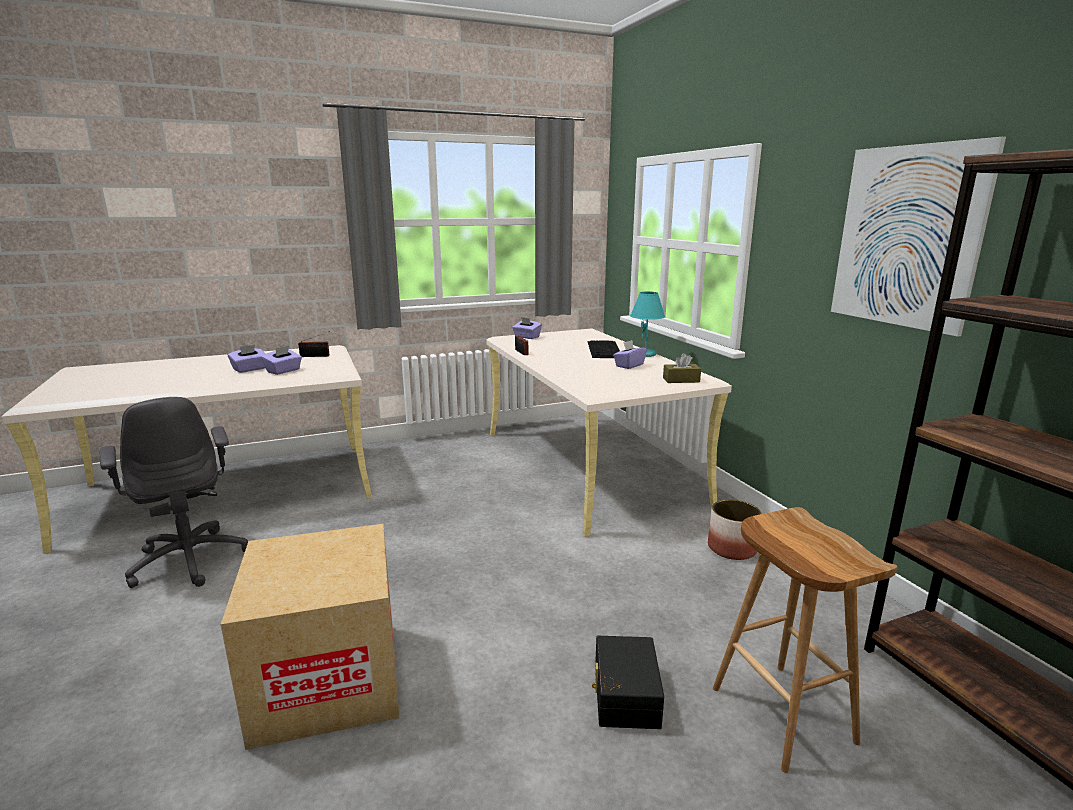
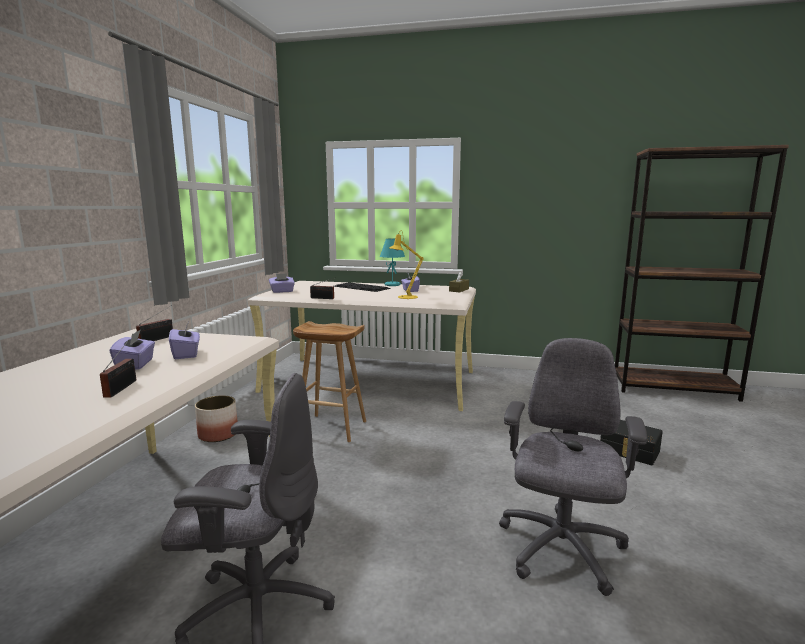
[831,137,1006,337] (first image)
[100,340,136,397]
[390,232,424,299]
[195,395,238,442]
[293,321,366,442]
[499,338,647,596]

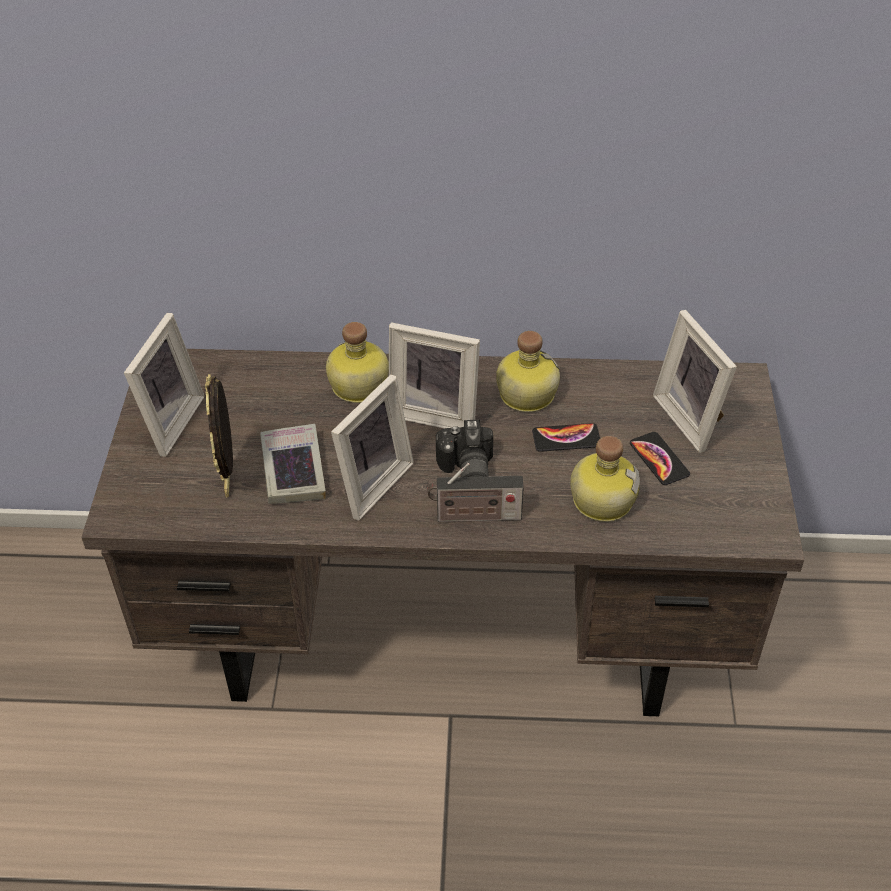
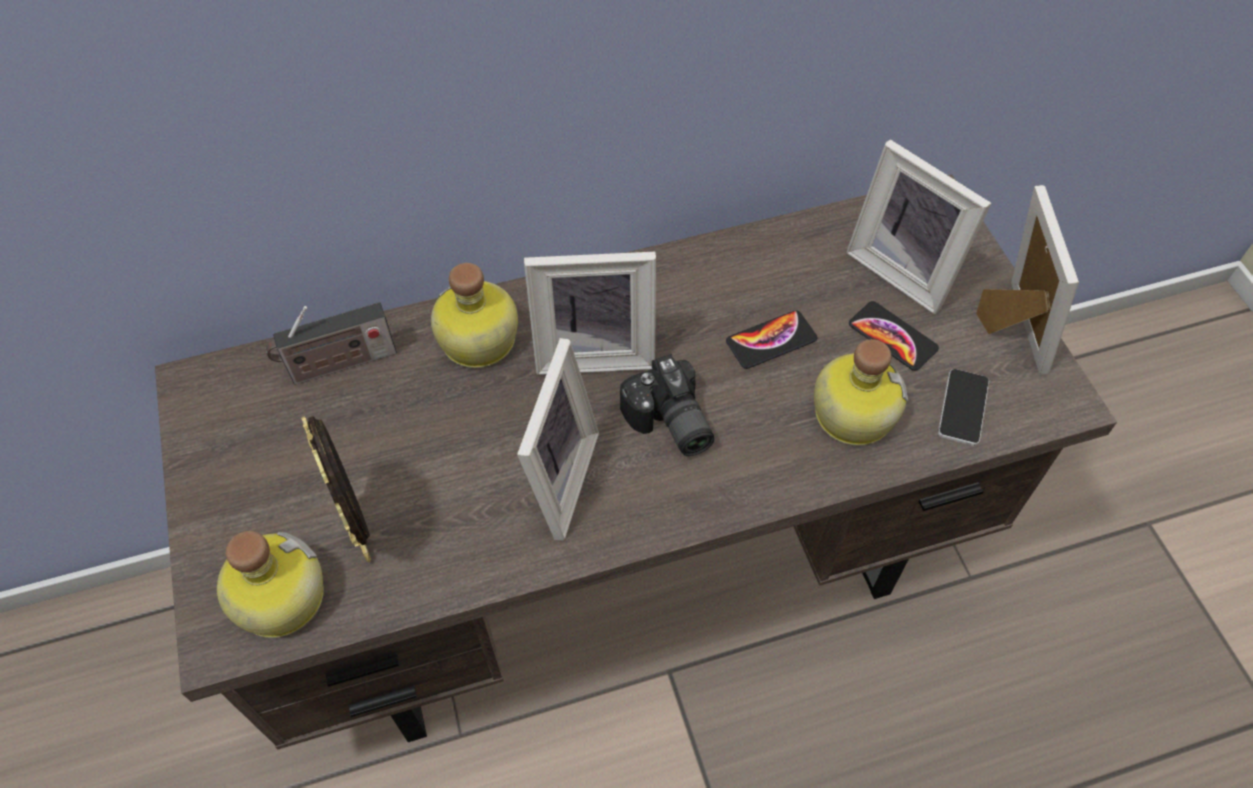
[260,424,326,504] (first image)
[938,369,989,446]
[976,185,1079,375]
[266,302,397,385]
[217,531,324,638]

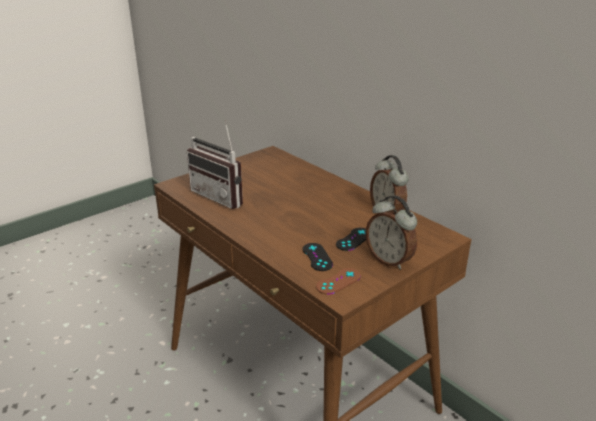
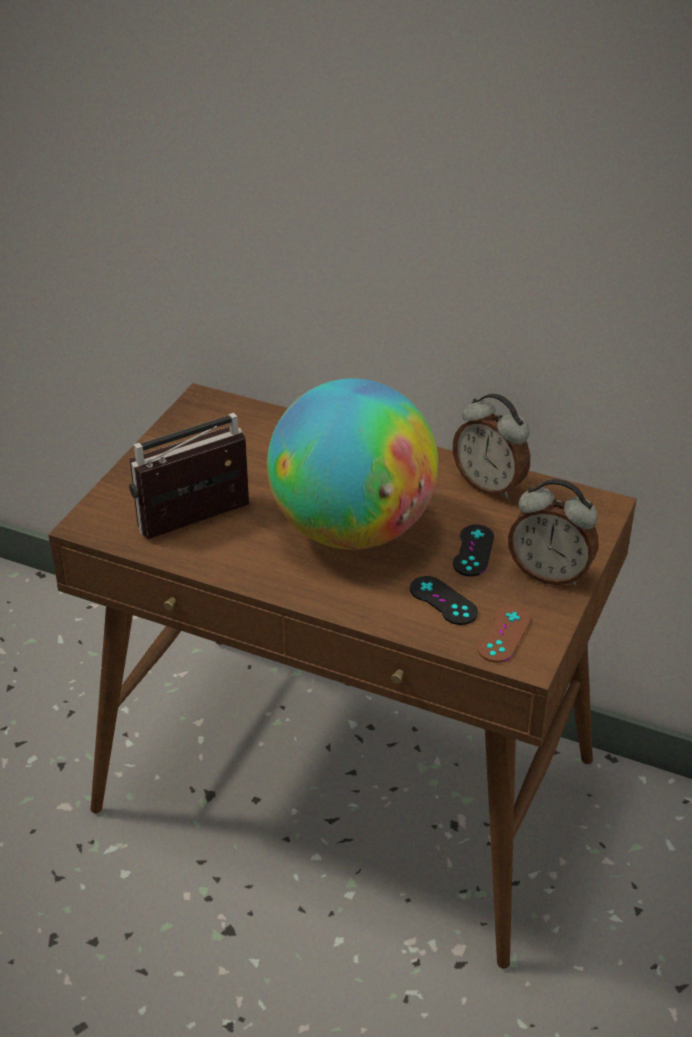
[267,378,438,550]
[129,413,249,539]

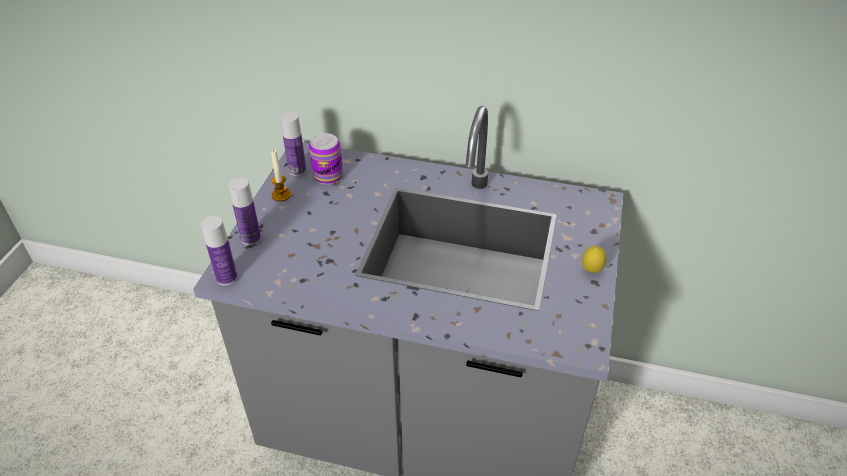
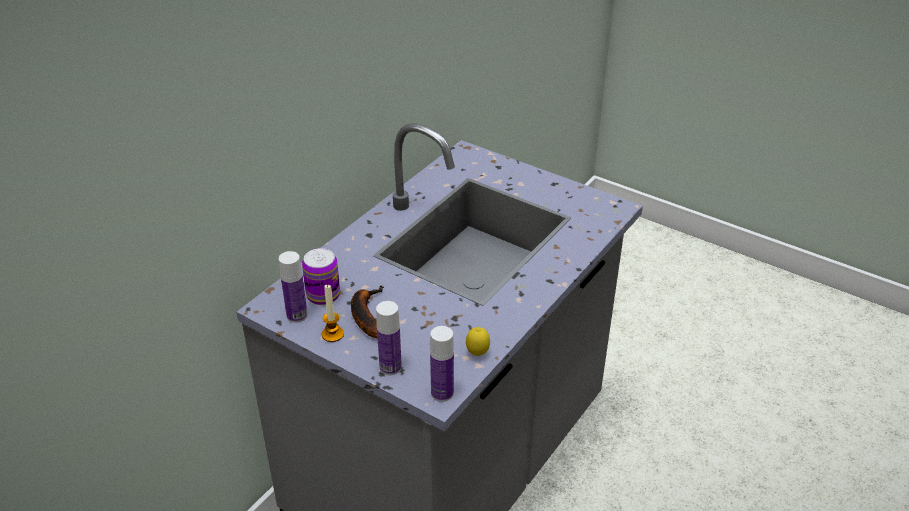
[351,285,384,338]
[466,327,490,356]

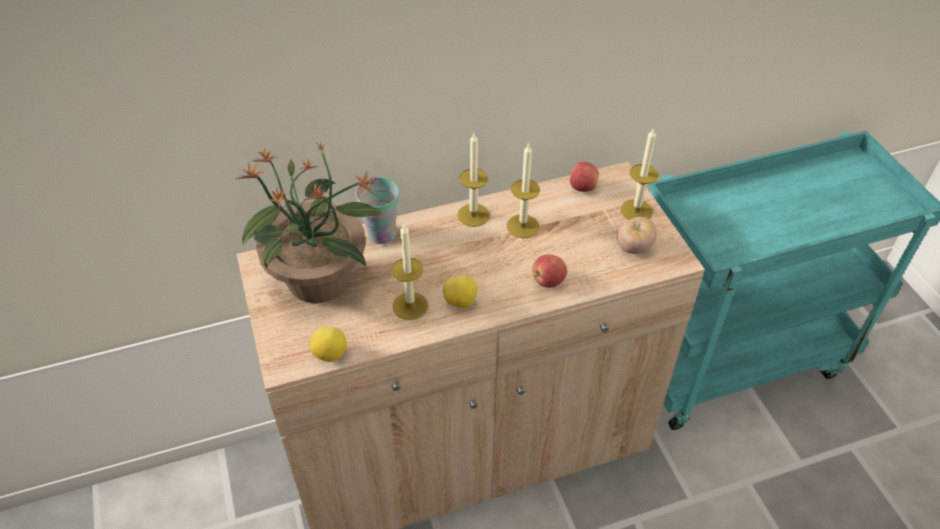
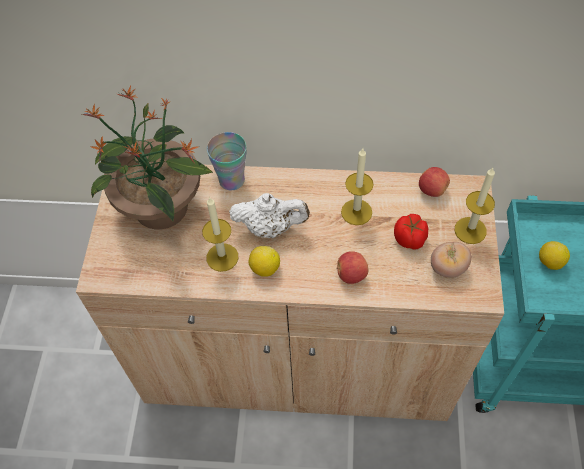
[457,133,490,227] (first image)
[229,193,310,238]
[394,214,428,250]
[539,241,570,270]

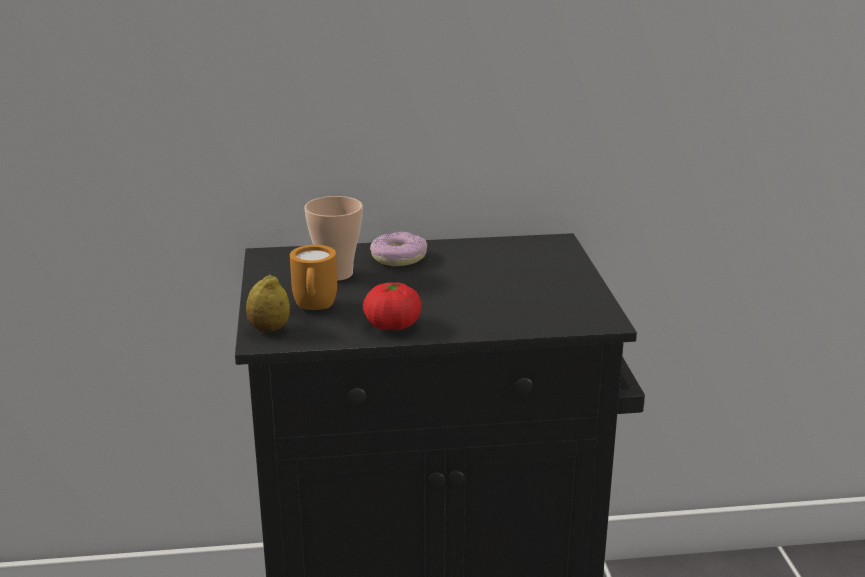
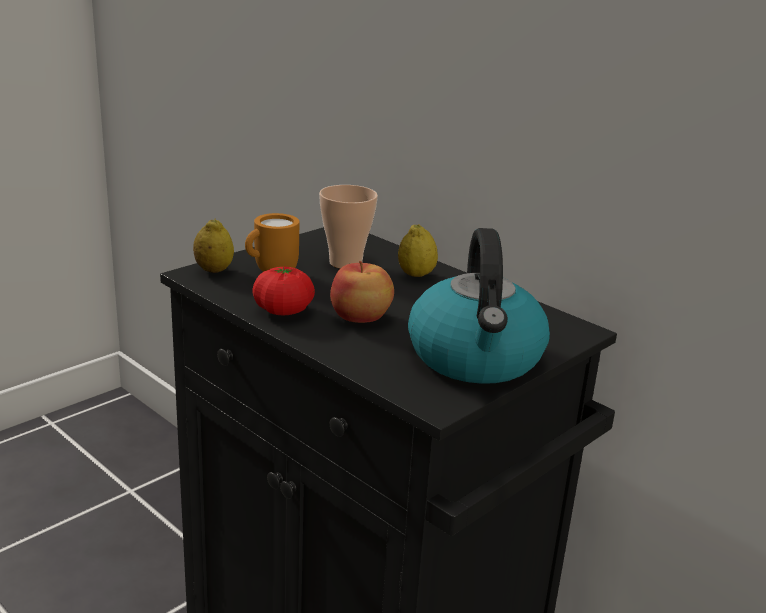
[330,261,394,323]
[408,228,550,384]
[398,224,438,277]

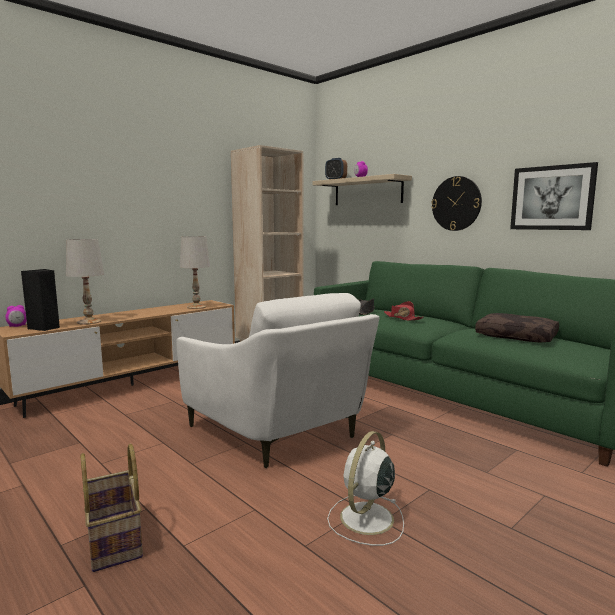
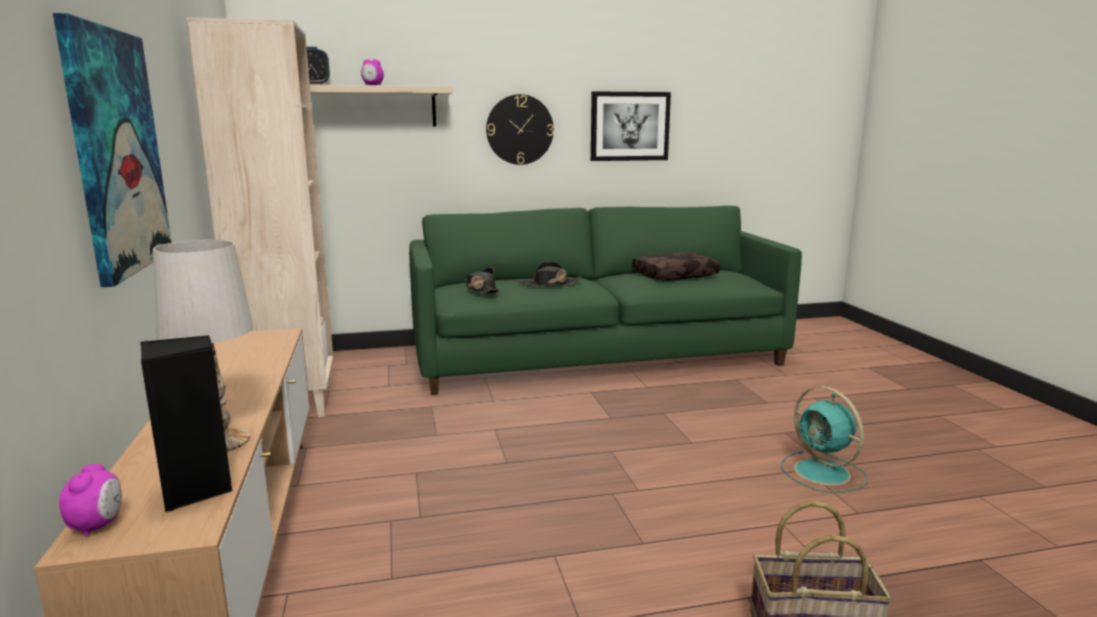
[176,293,379,468] (first image)
[180,236,210,309] (first image)
[53,13,172,287]
[781,386,868,493]
[519,261,582,286]

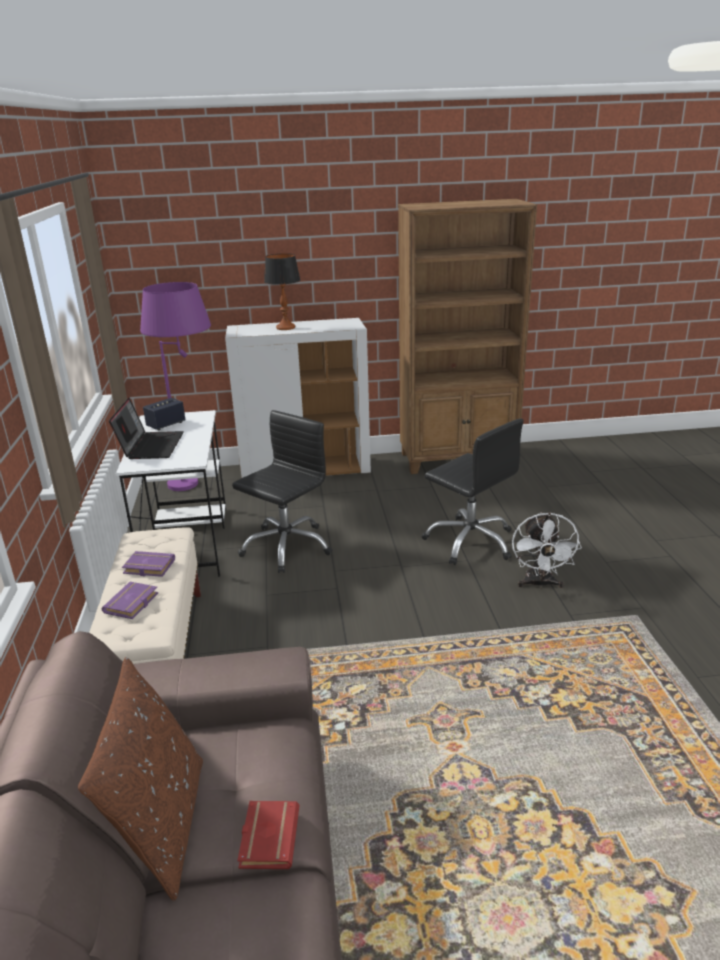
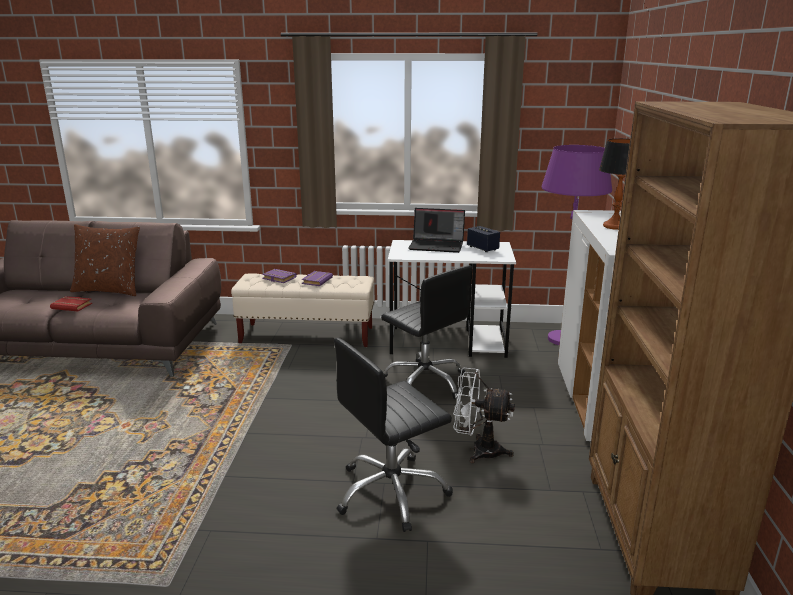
[453,368,515,463]

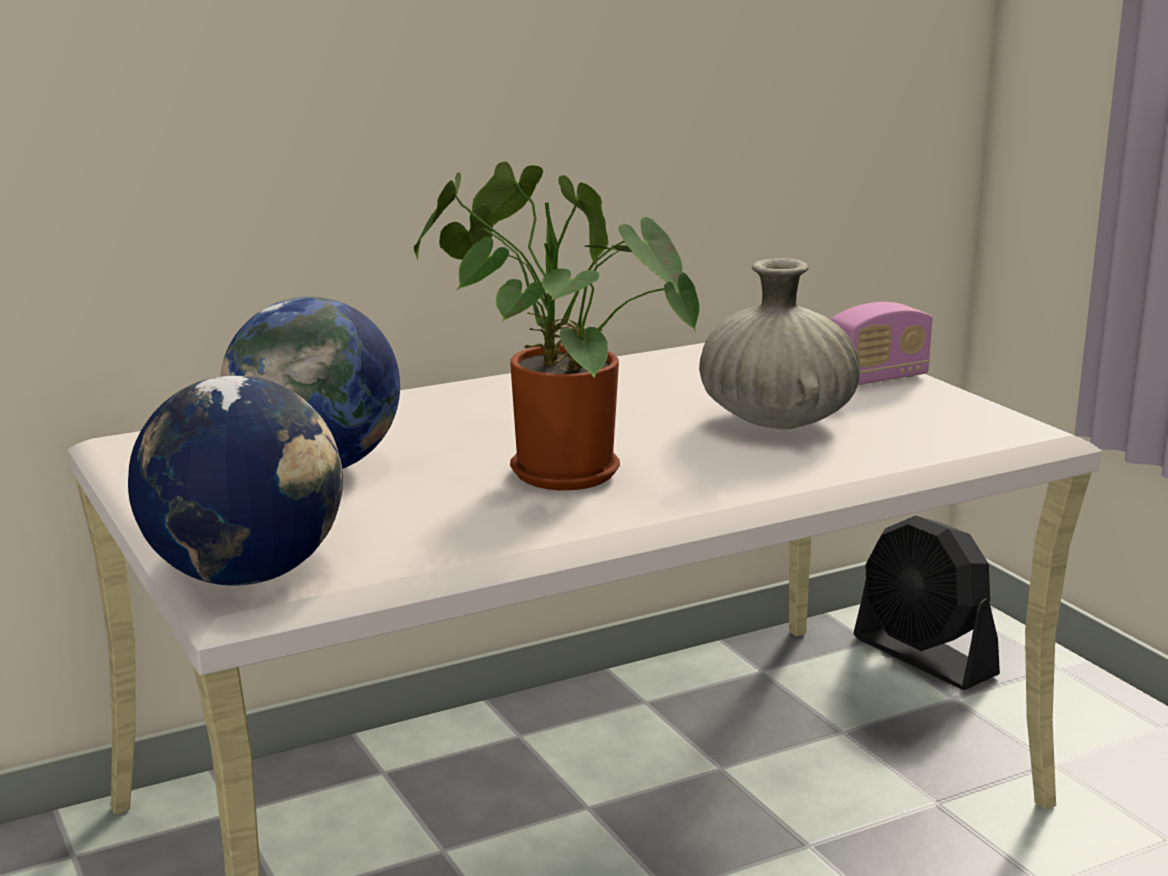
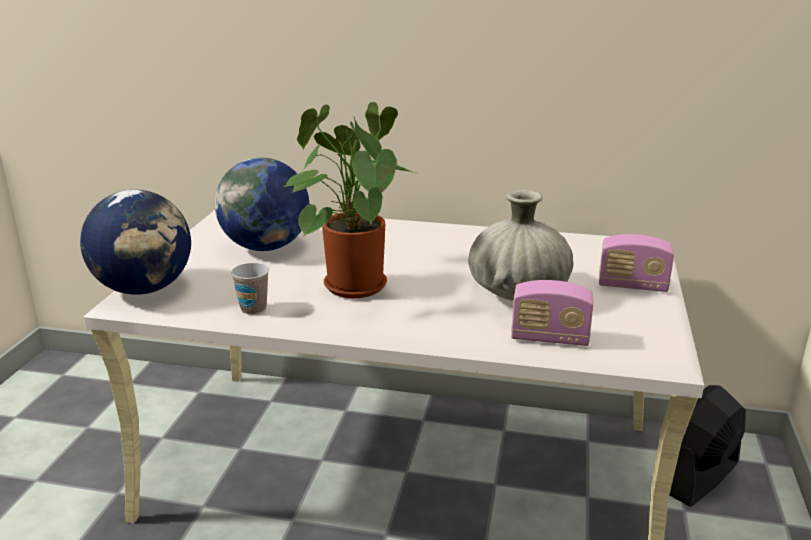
[231,263,269,315]
[511,280,593,346]
[669,385,746,507]

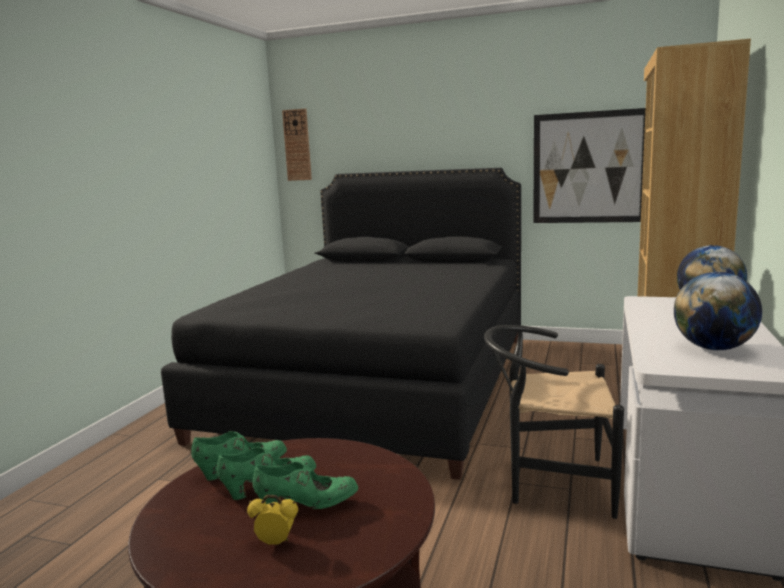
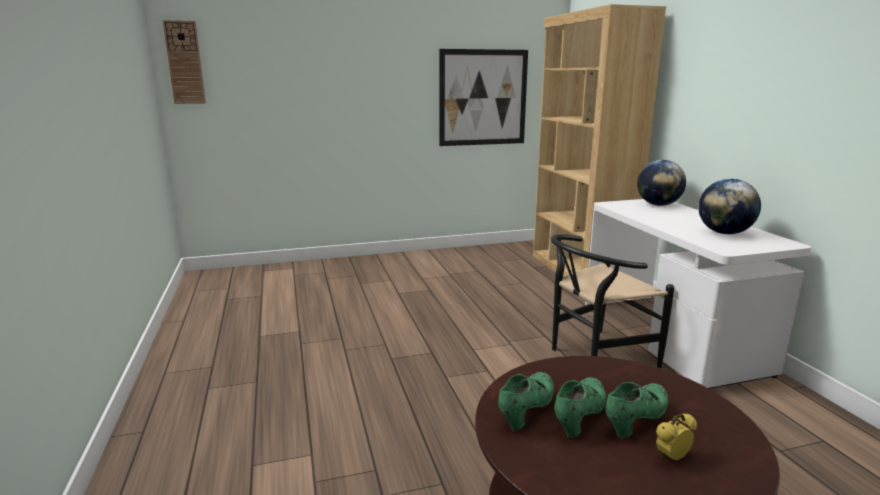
[161,168,521,480] (first image)

